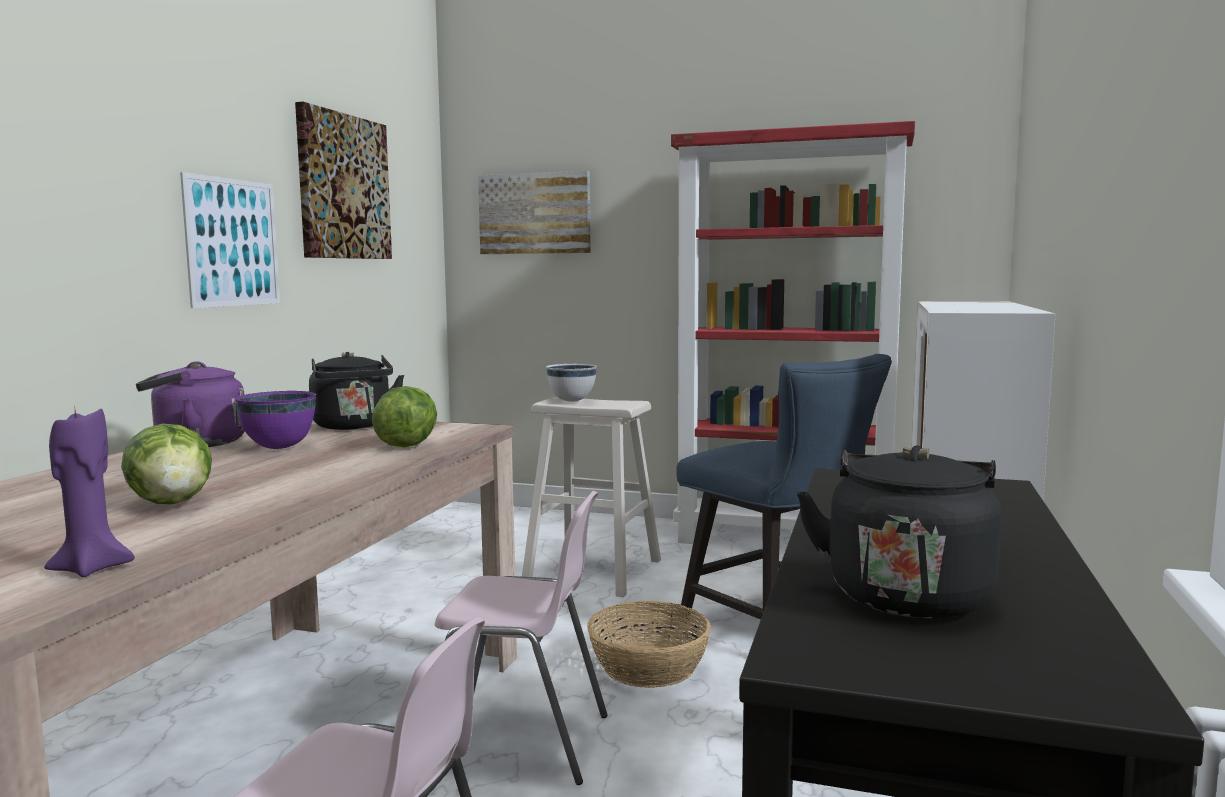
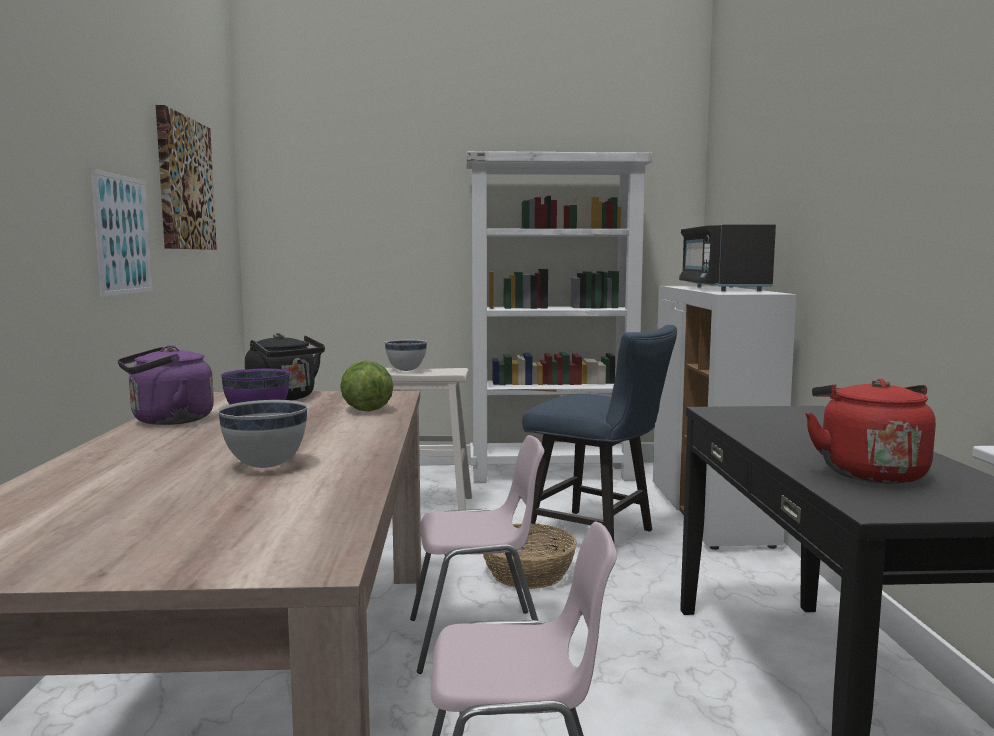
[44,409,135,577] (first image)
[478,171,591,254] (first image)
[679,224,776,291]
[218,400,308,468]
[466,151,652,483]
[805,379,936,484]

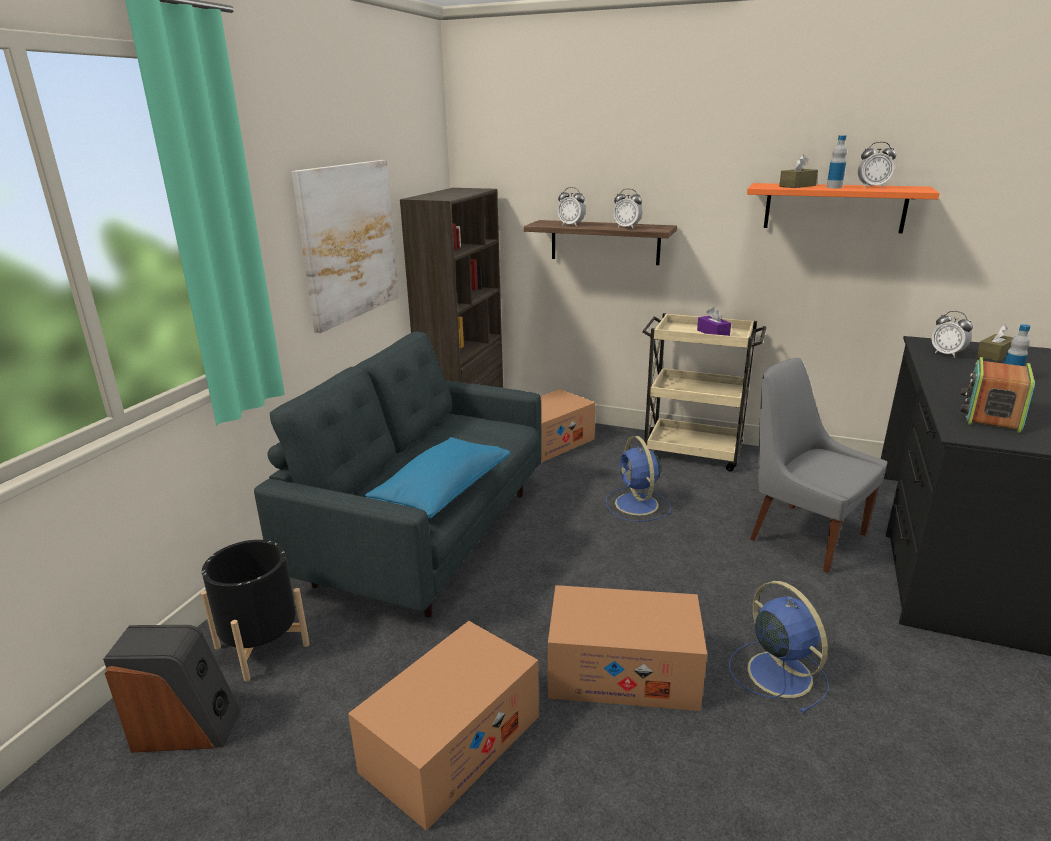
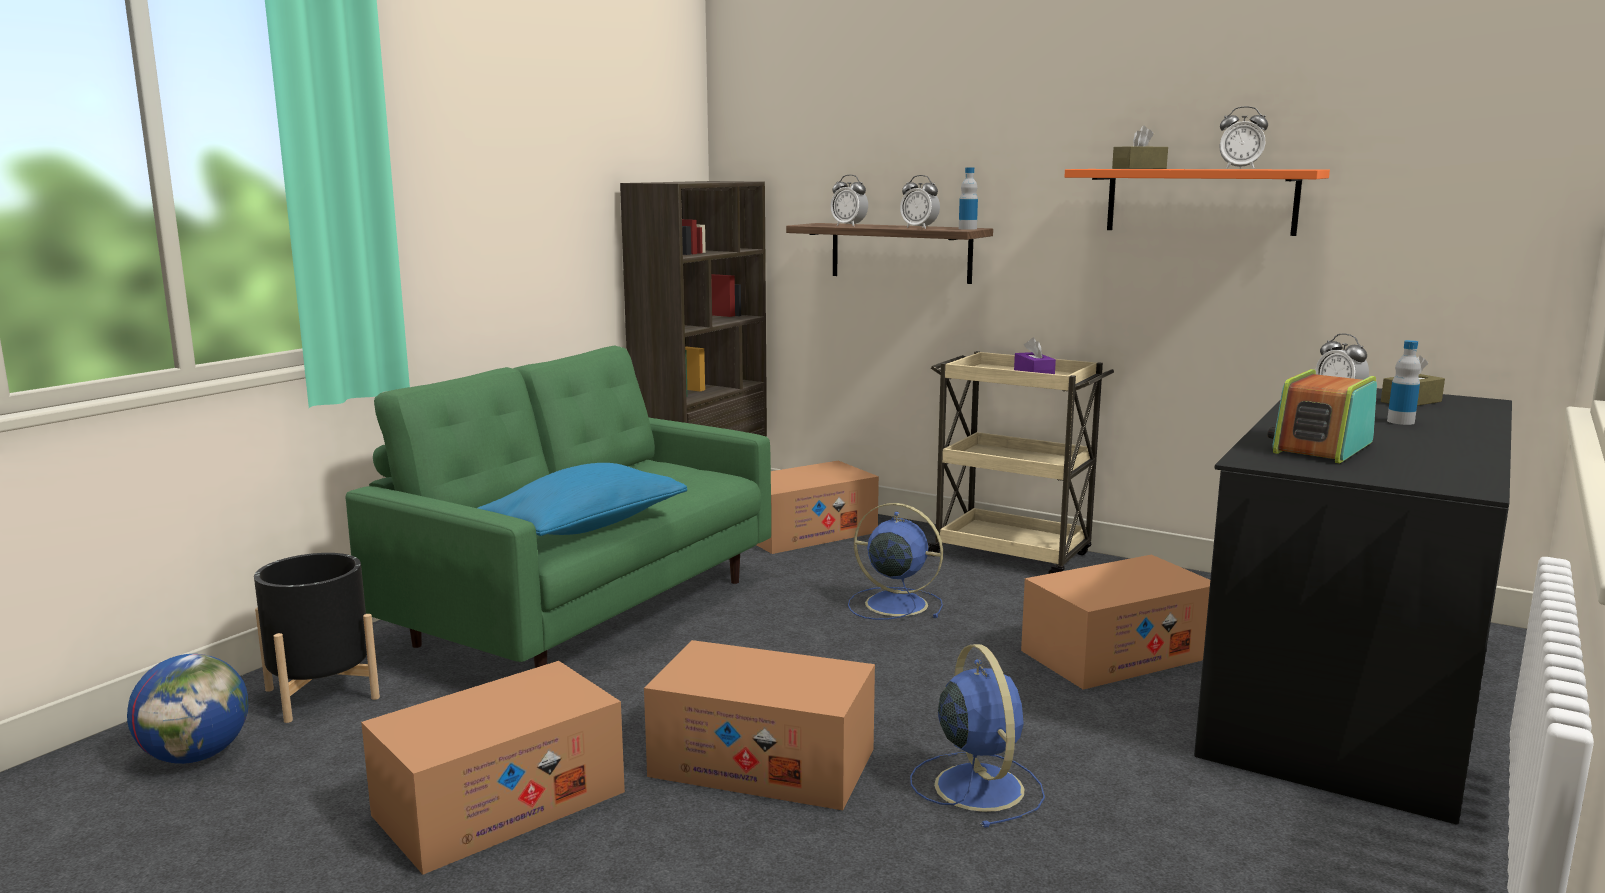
[292,160,399,333] (first image)
[959,168,978,230]
[127,654,248,764]
[1021,555,1210,690]
[346,345,771,668]
[848,503,943,620]

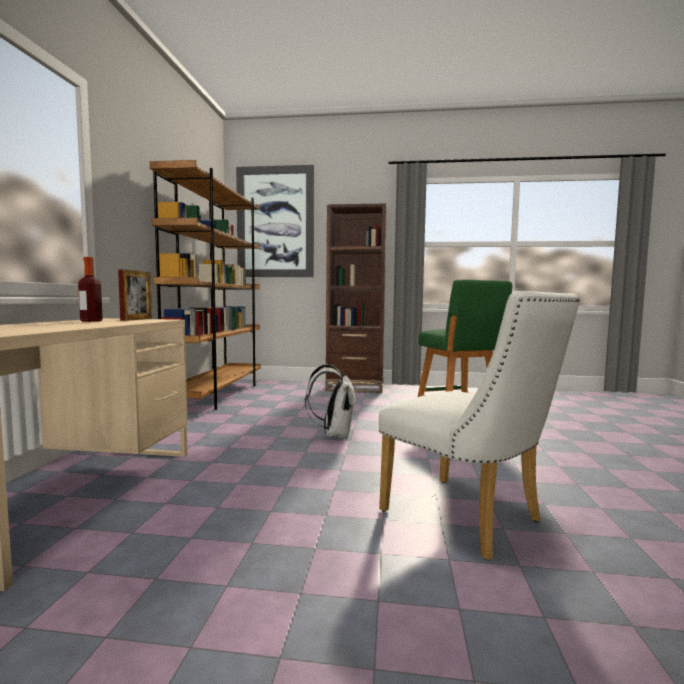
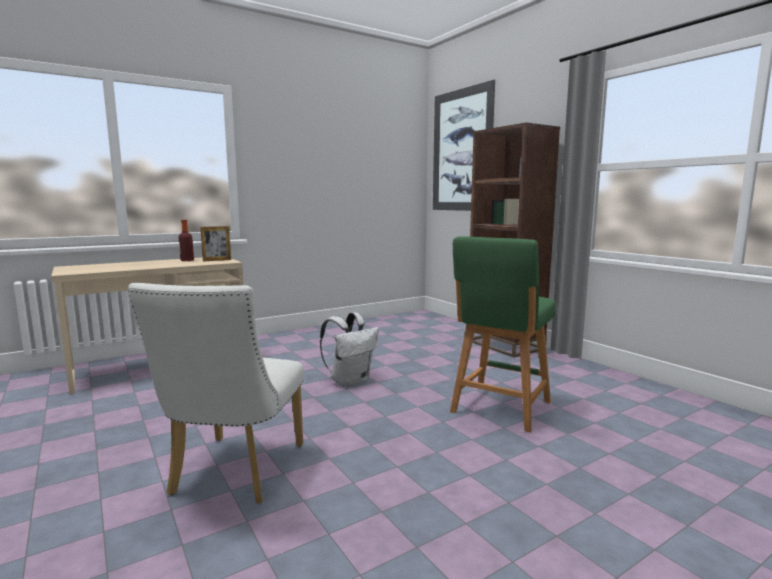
[150,160,260,410] (first image)

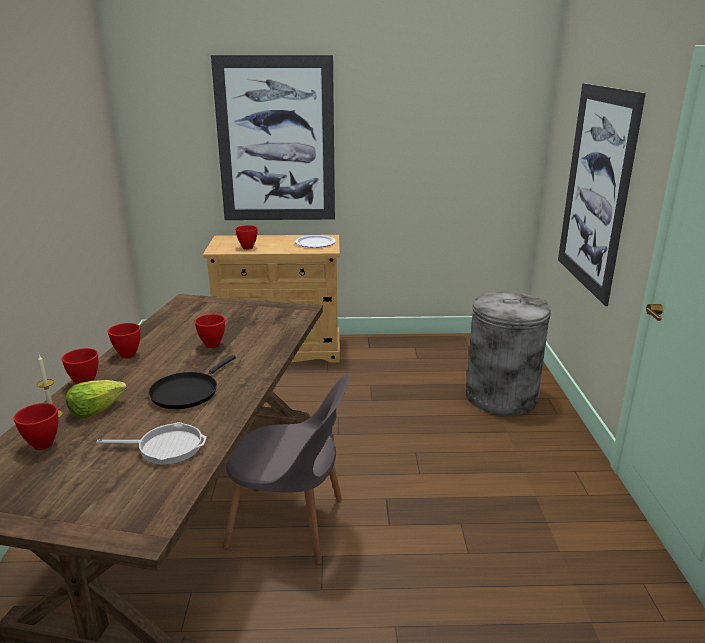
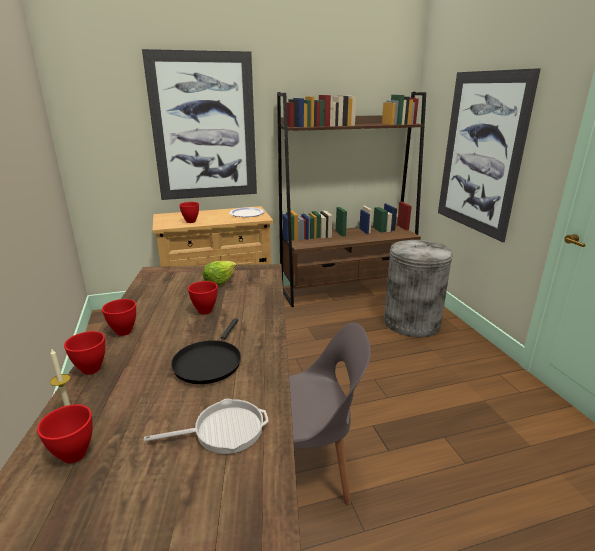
[277,92,426,307]
[202,261,237,286]

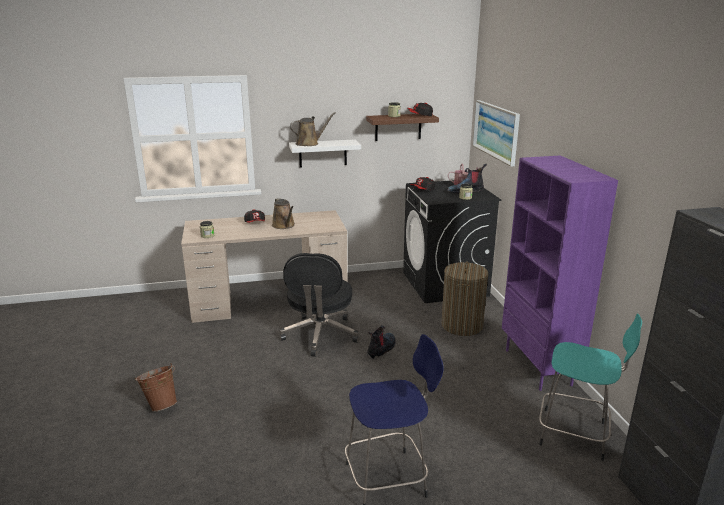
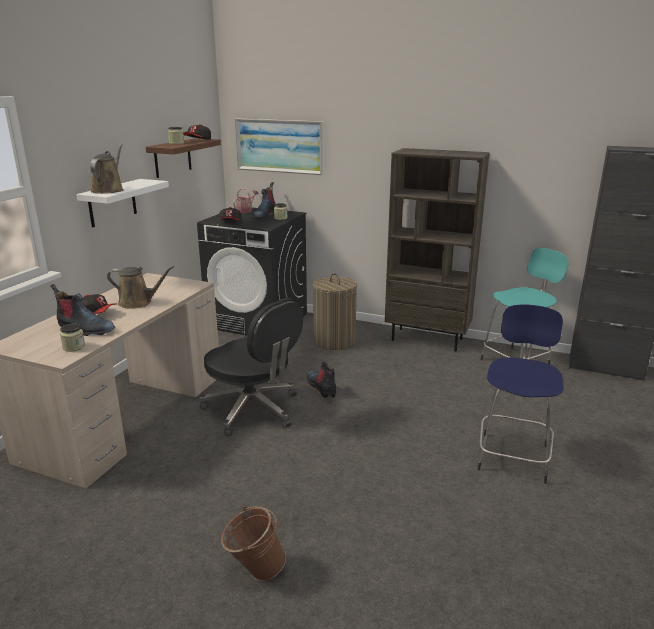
[50,284,115,336]
[385,148,490,352]

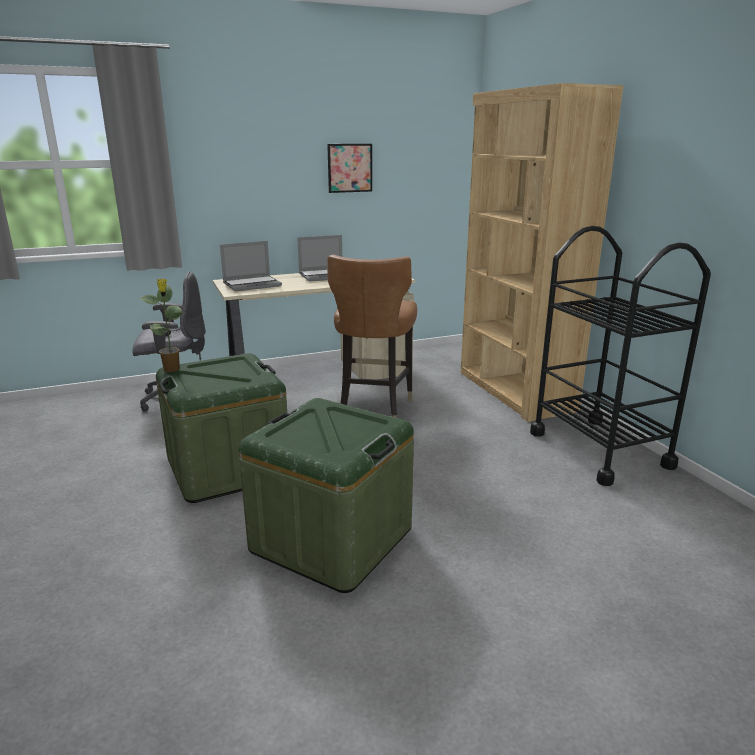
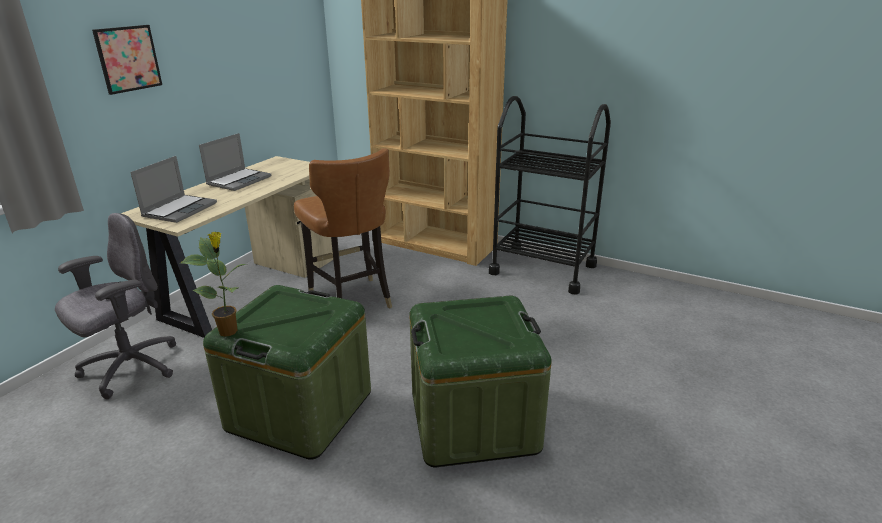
[92,25,162,95]

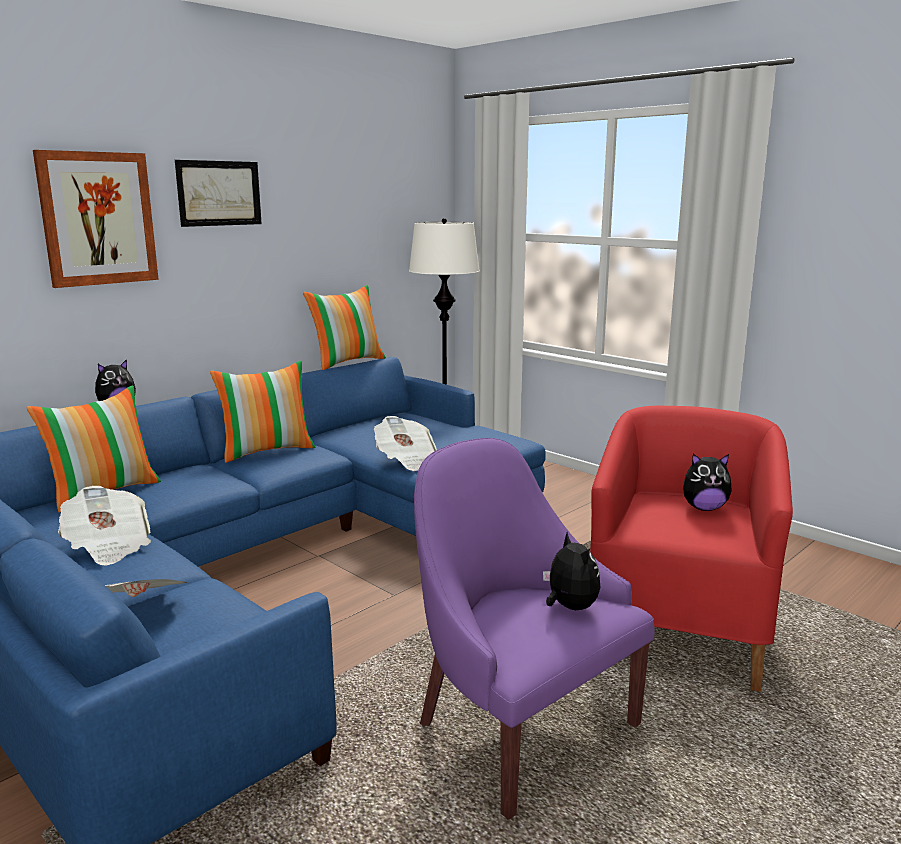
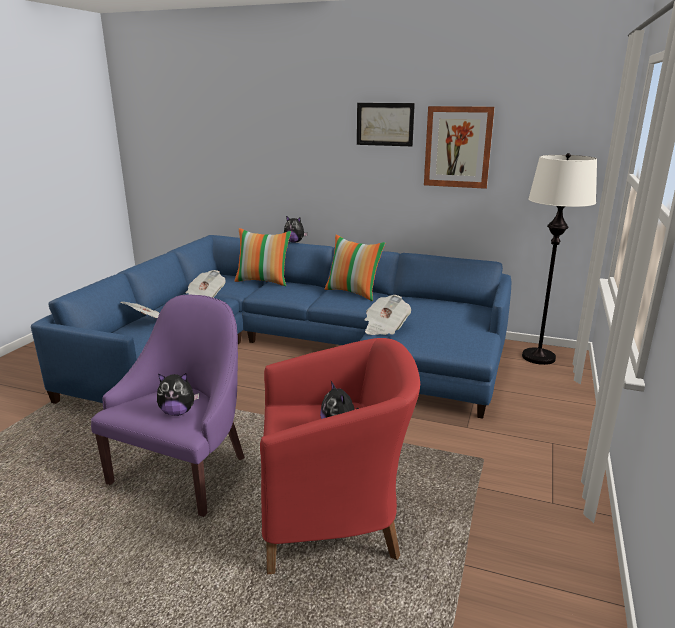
[303,285,386,370] (first image)
[424,106,495,189]
[157,373,199,416]

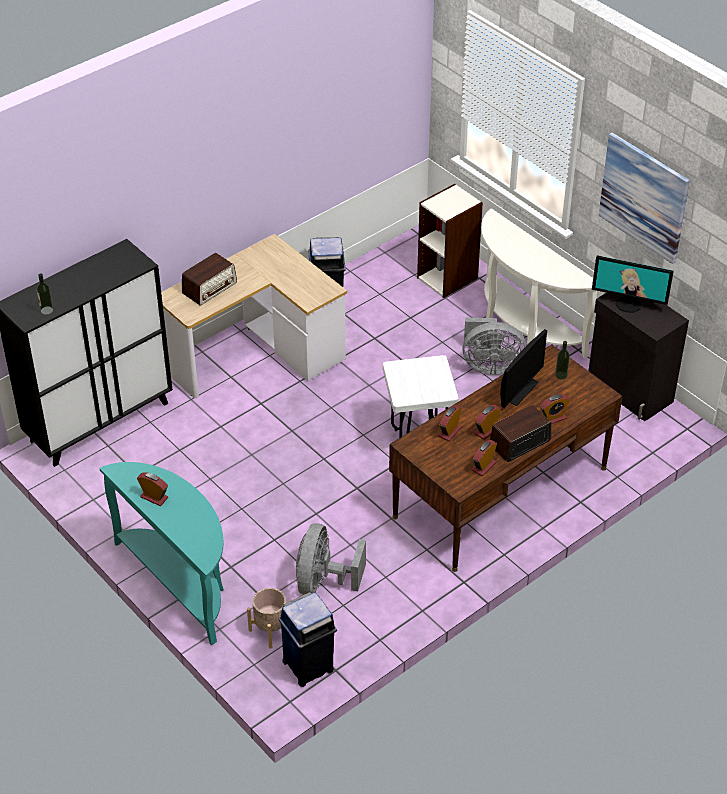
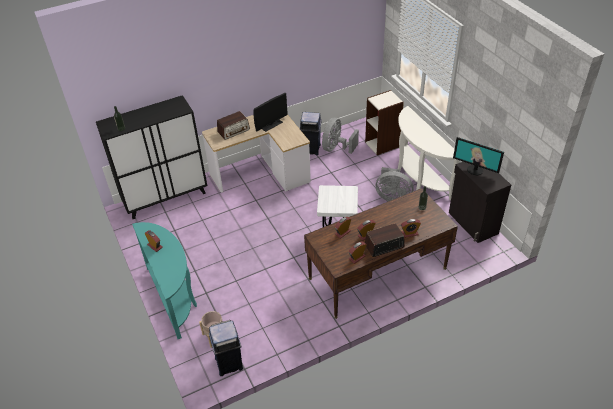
[599,133,690,264] (first image)
[322,118,359,154]
[253,93,288,132]

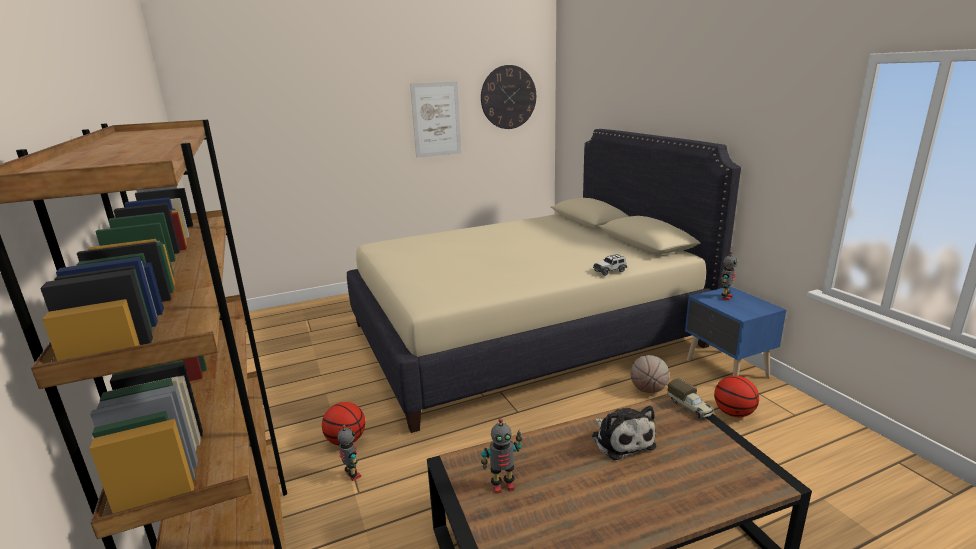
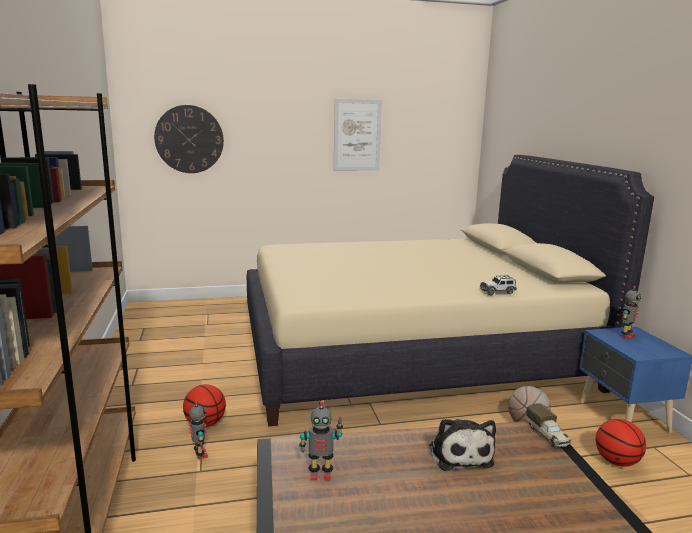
[154,105,224,173]

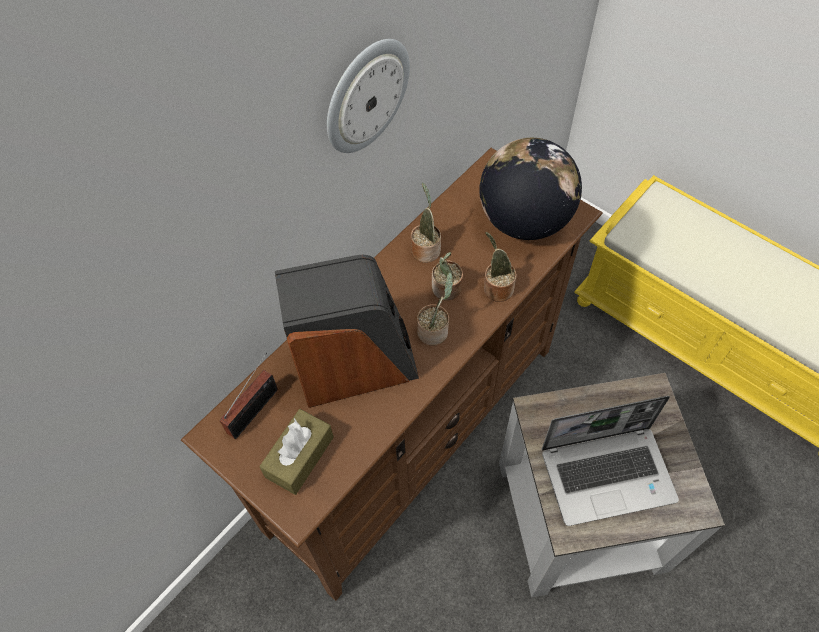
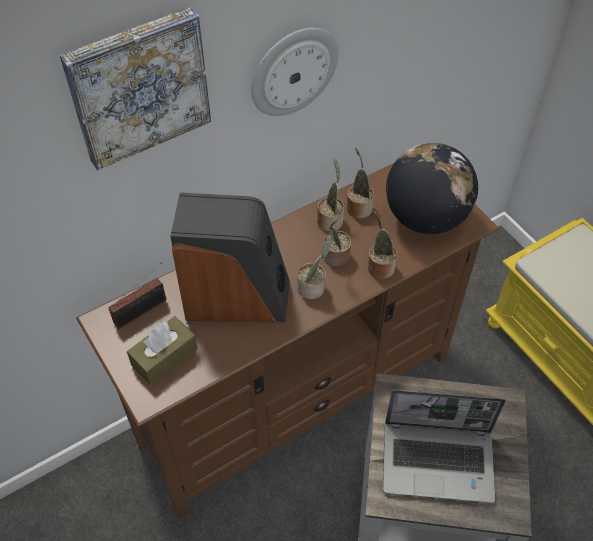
[60,7,211,170]
[347,147,374,219]

